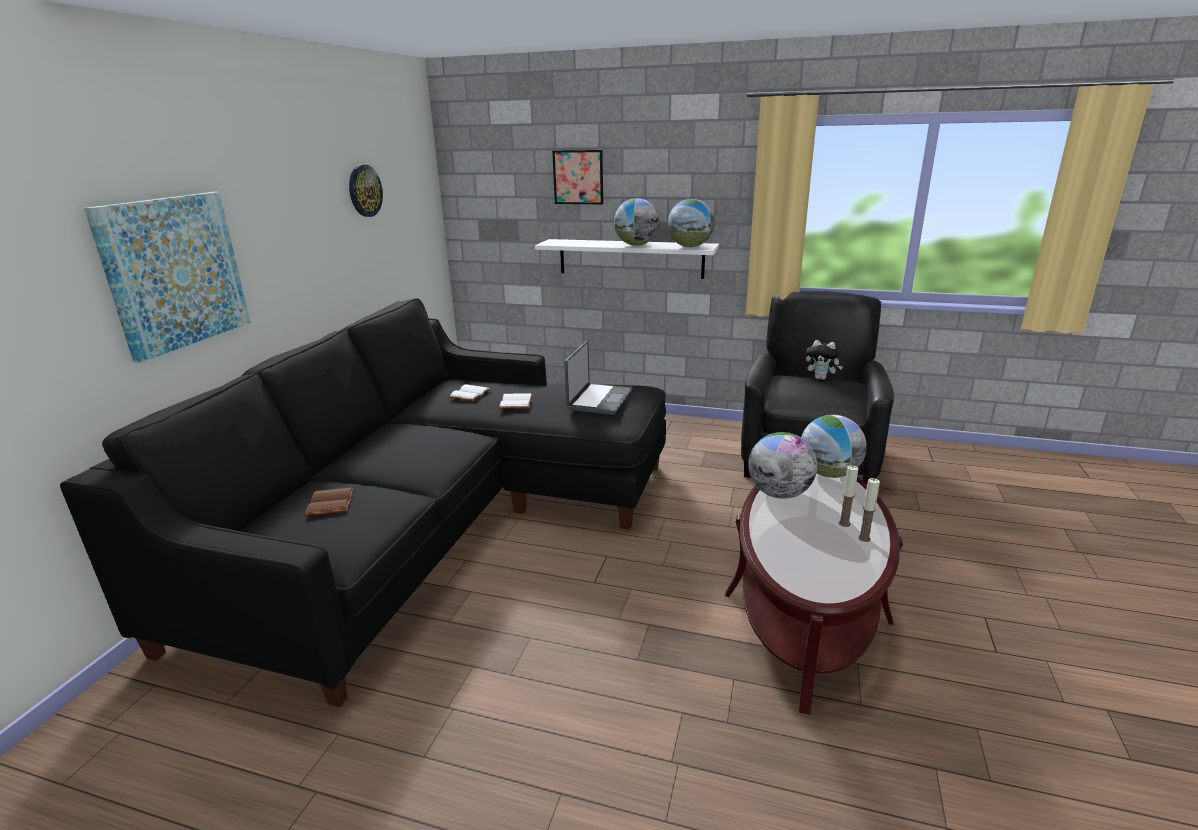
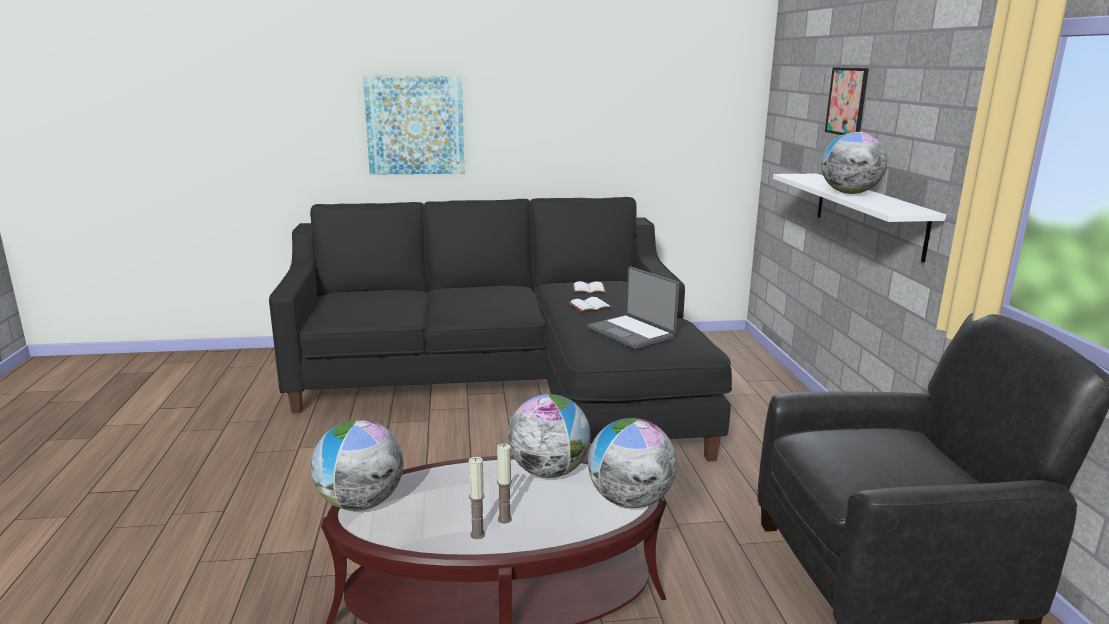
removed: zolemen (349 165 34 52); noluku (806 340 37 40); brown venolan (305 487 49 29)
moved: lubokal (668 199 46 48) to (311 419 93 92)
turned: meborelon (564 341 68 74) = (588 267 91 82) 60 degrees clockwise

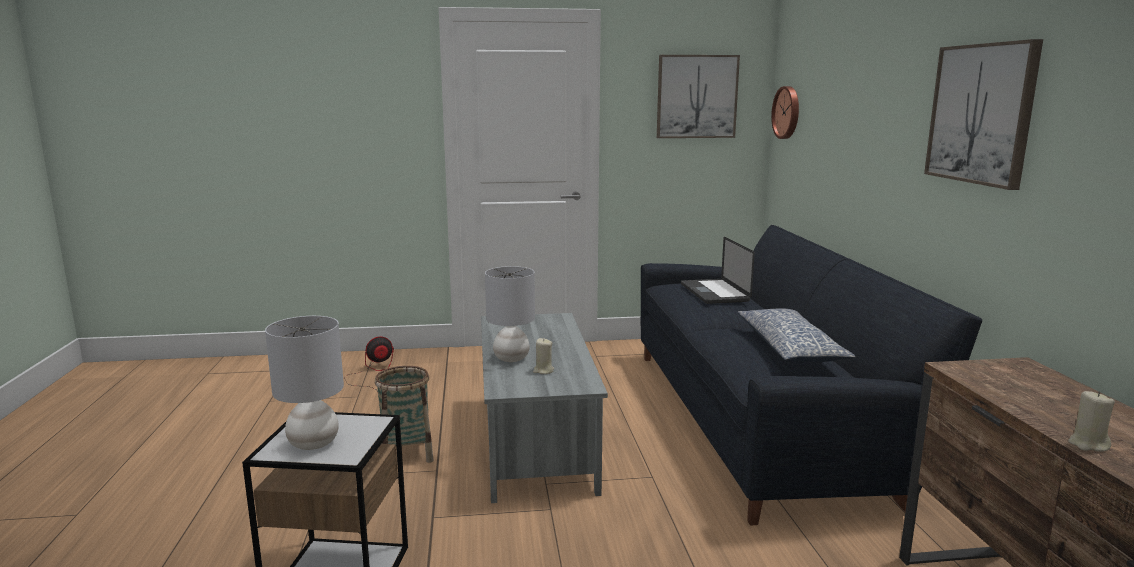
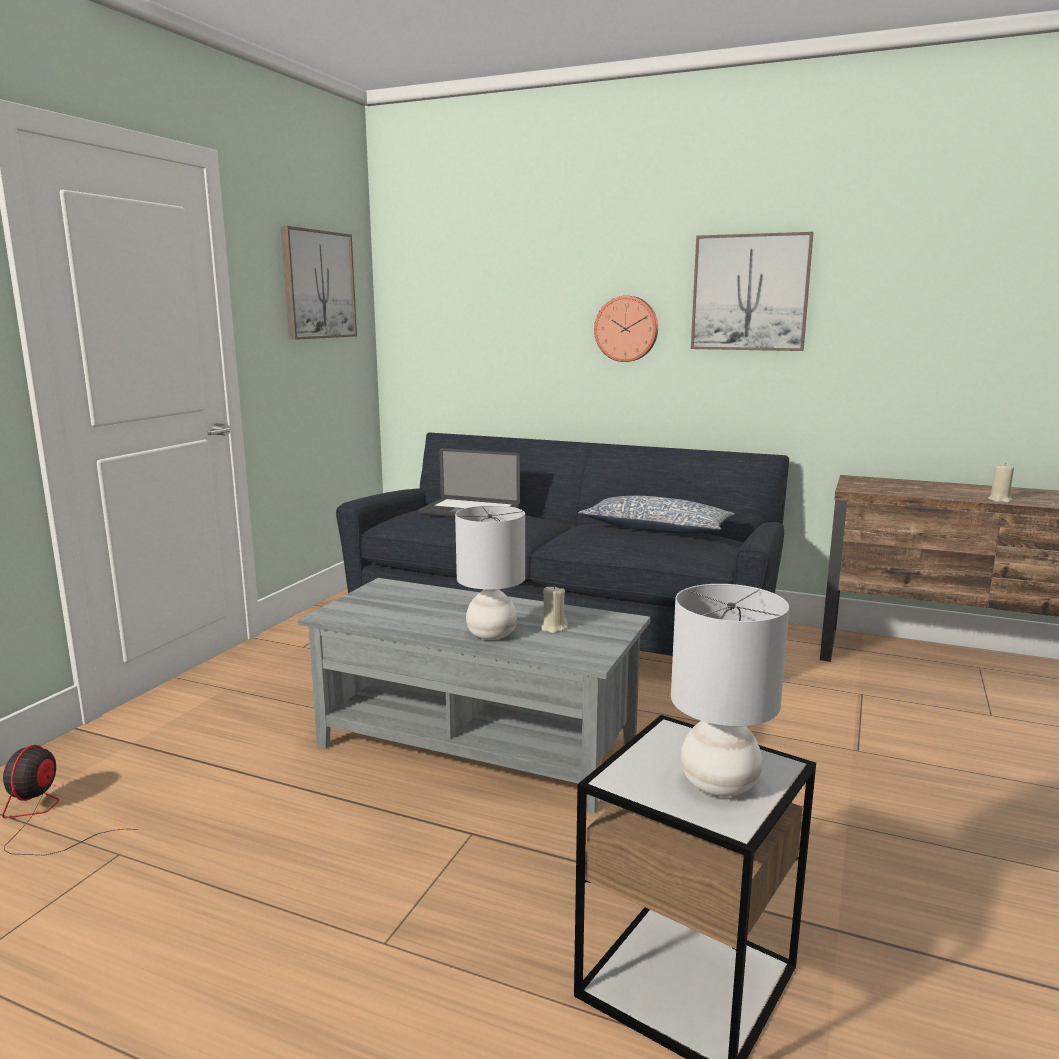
removed: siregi (375 366 59 97)
moved: zolemen (771 86 28 53) to (594 296 64 66)

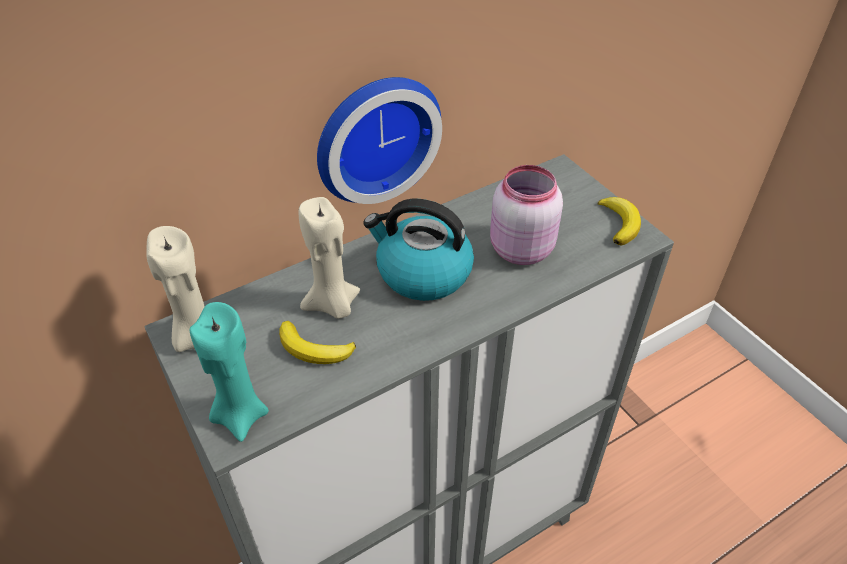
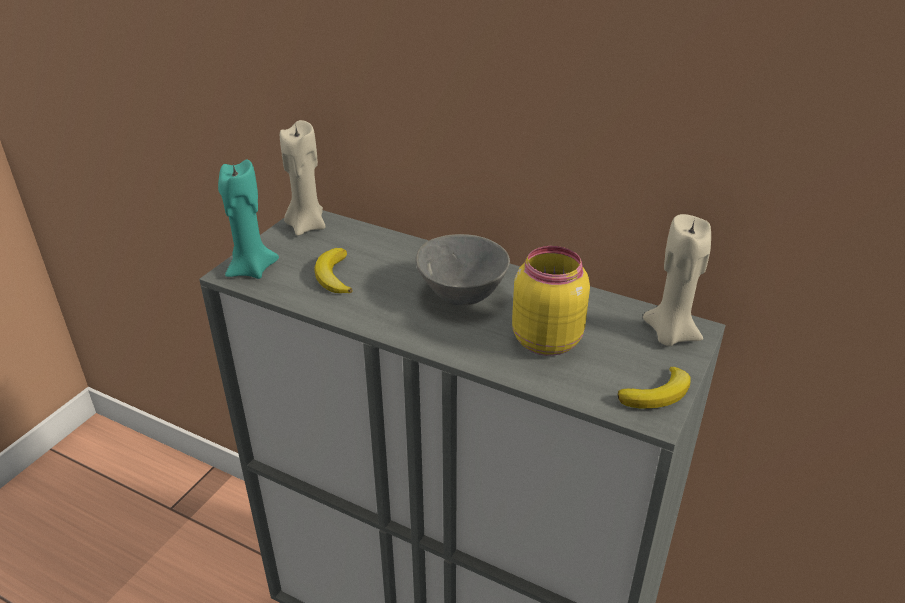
removed: zolemen (317 77 125 127)
moved: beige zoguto (299 197 61 122) to (643 214 68 132)
replaced: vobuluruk (363 199 111 102) to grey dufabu (416 234 94 72)
recoloured: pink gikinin (490 165 73 100) to yellow gikinin (512 246 78 110)

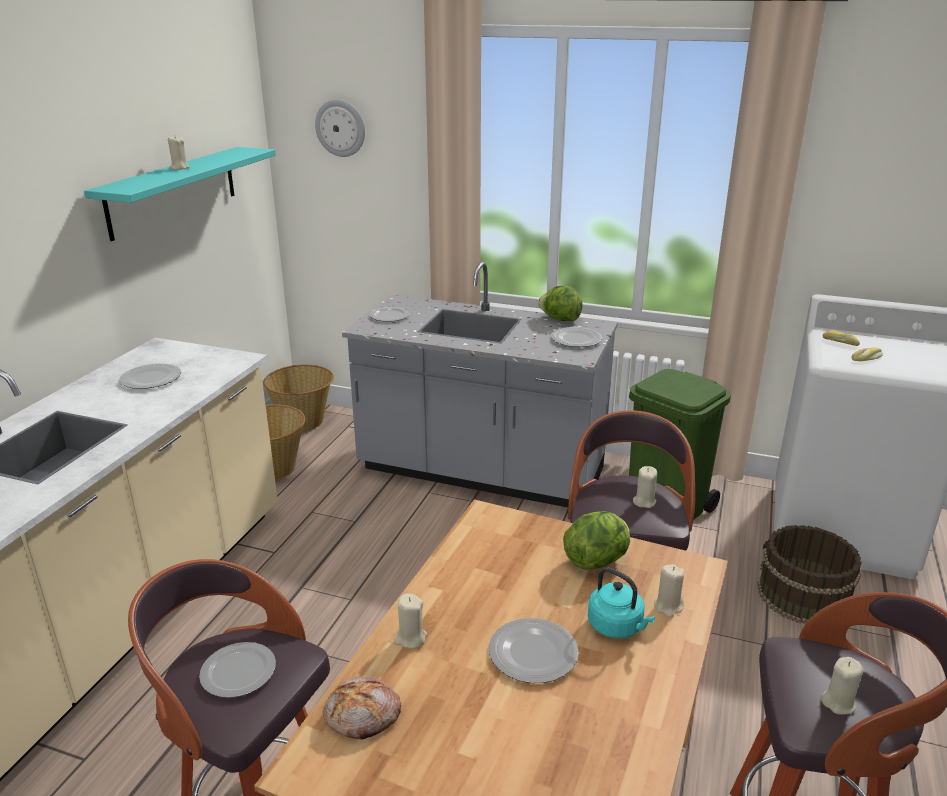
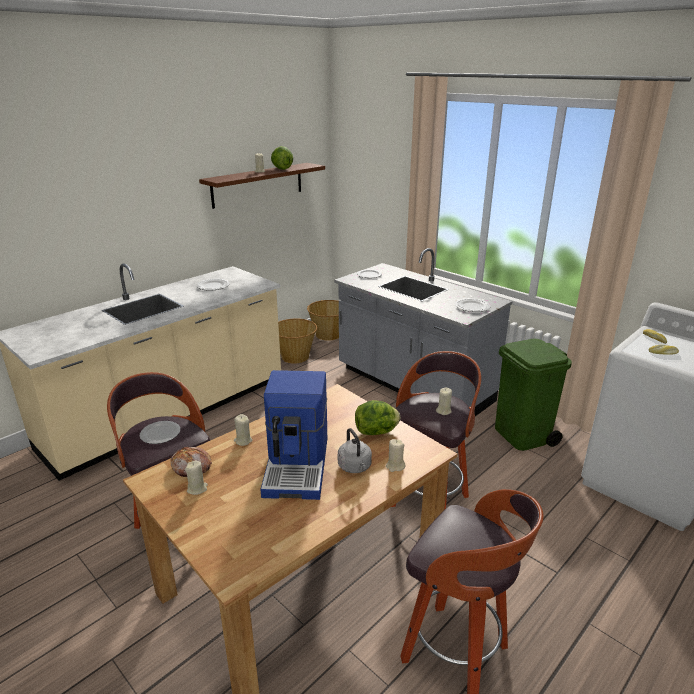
removed: zolemen (315 100 50 57); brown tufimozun (757 525 105 99)
moved: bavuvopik (538 286 45 35) to (271 146 22 24); beige zoguto (821 657 42 58) to (185 461 23 34)
replaced: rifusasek (489 618 89 65) to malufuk (260 370 67 130)
recoloured: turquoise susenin (84 147 192 94) to brown susenin (199 163 126 46); turquoise vobuluruk (588 567 67 72) to grey vobuluruk (338 428 34 45)

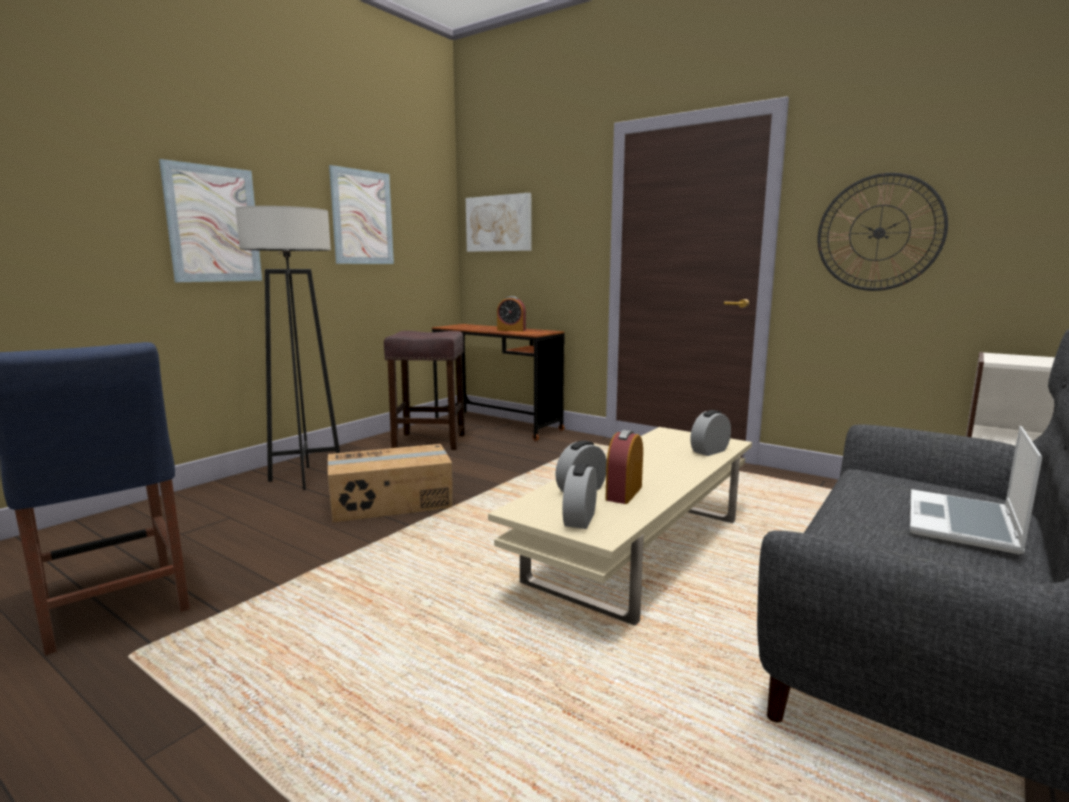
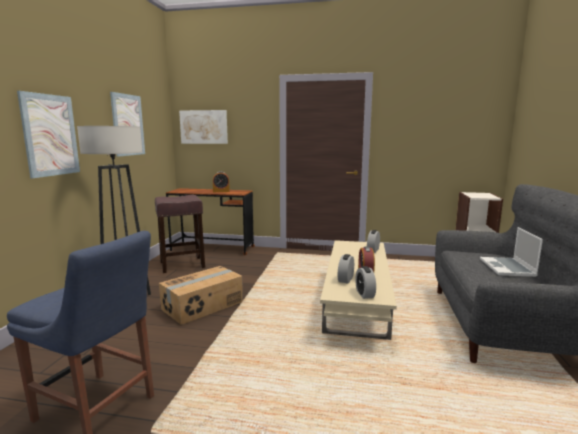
removed: zolemen (817 173 131 118)

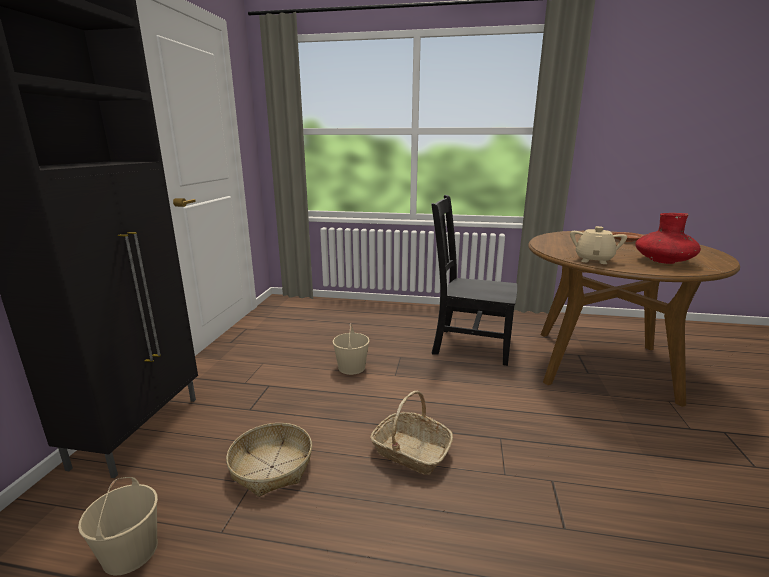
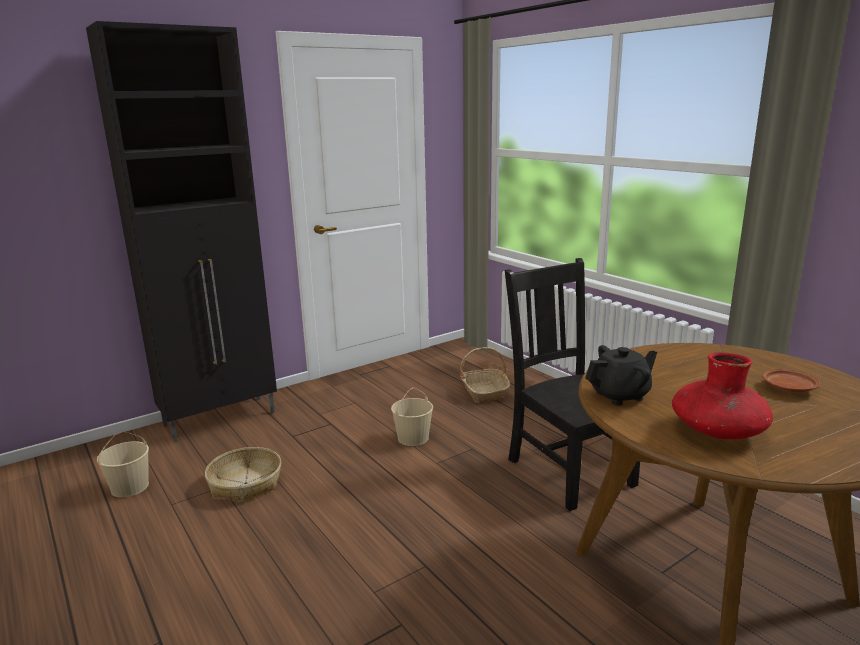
moved: siregi (371 391 82 84) to (460 347 50 56)
recoloured: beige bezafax (570 226 57 38) to black bezafax (585 345 72 60)

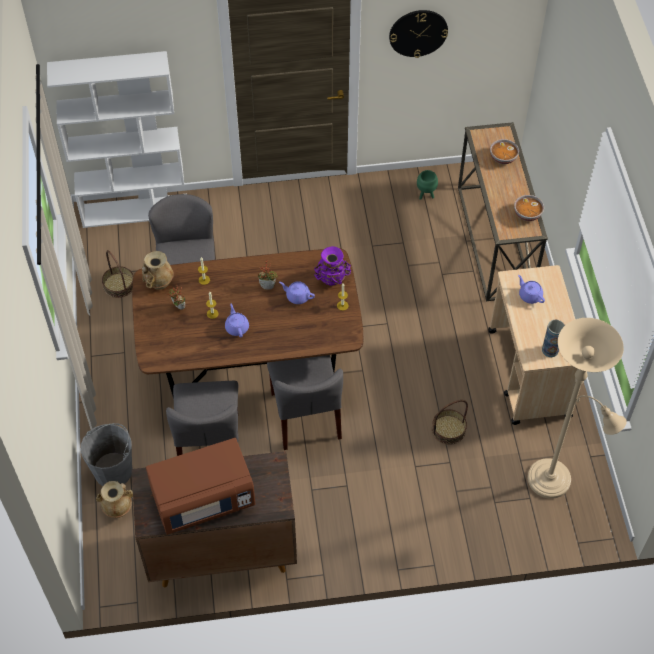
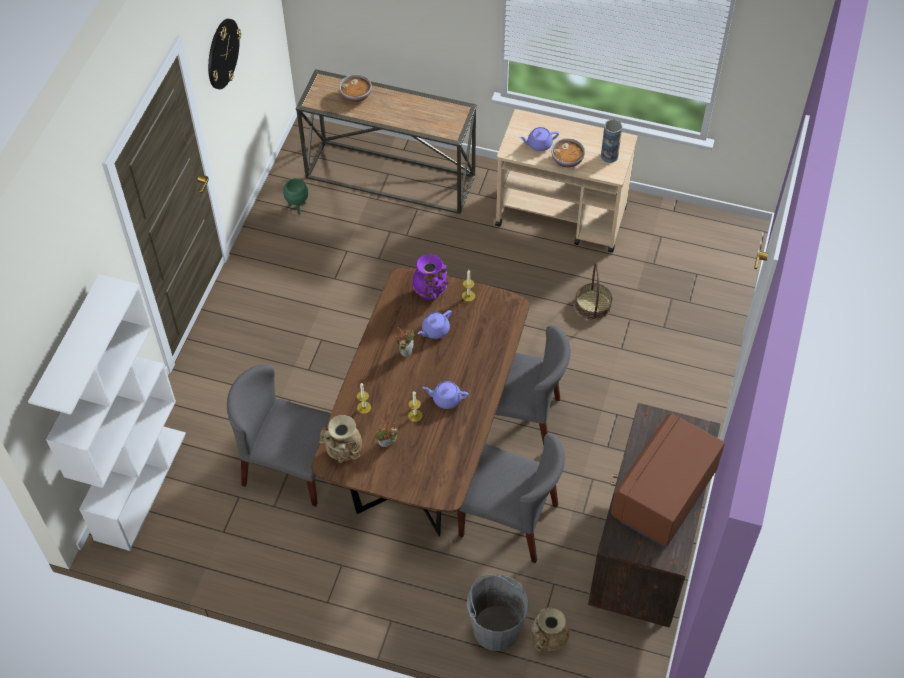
removed: siregi (102 250 32 48); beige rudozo (528 318 99 181)
moved: dufabu (514 195 30 26) to (551 138 34 30)
turned: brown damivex (146 438 110 97) = (611 414 114 134) 150 degrees counterclockwise

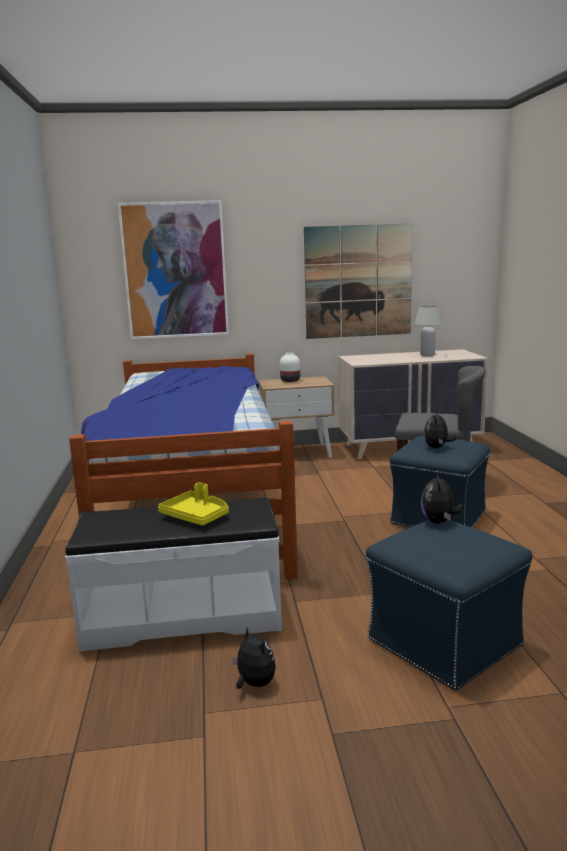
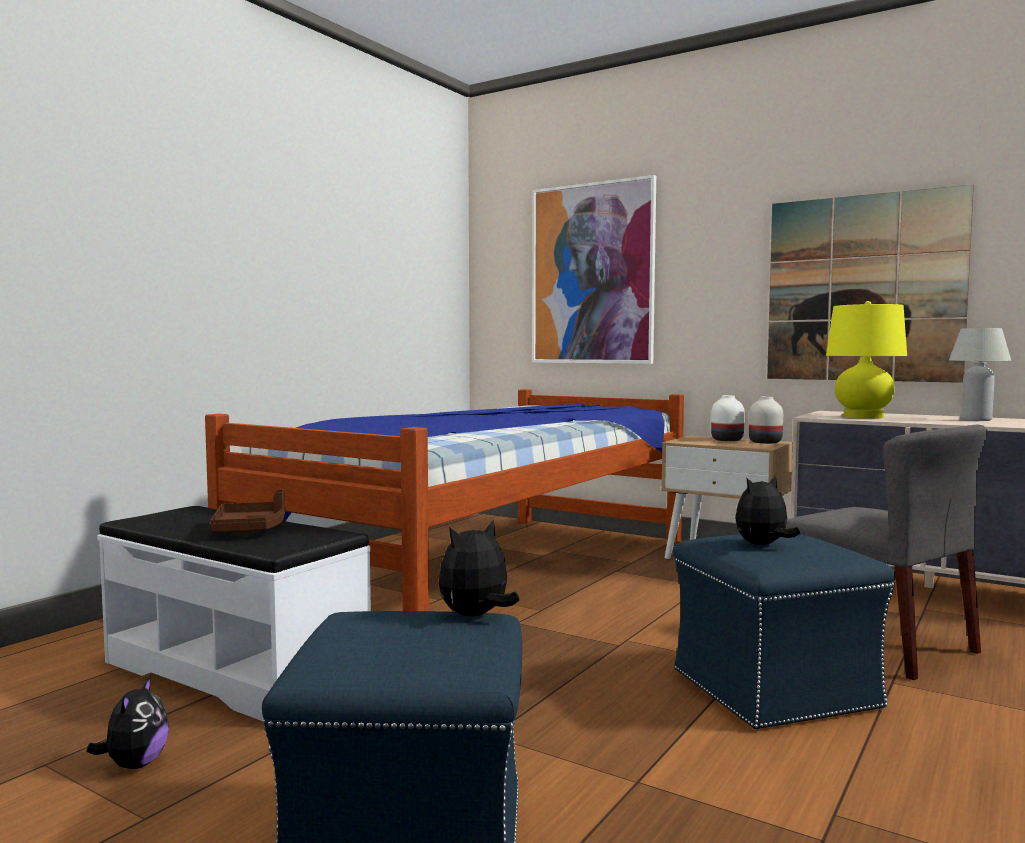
added: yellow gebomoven (826 301 81 117); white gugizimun (749 396 34 48)
recoloured: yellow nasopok (158 482 71 43) to brown nasopok (209 489 77 44)

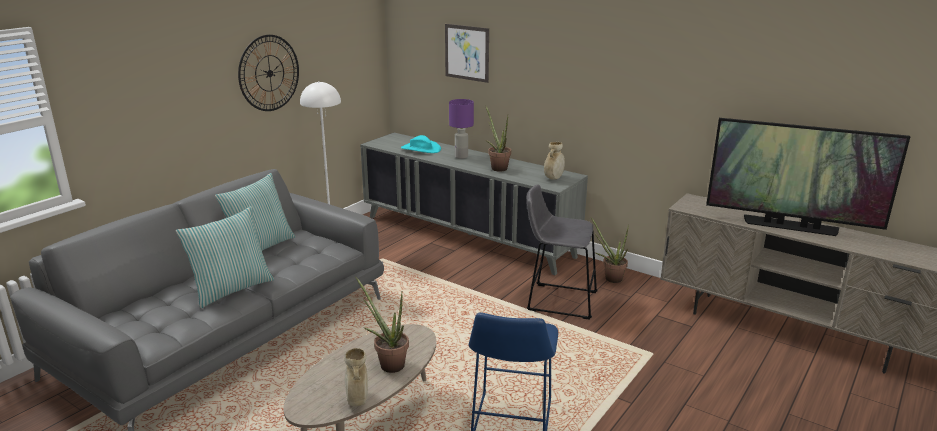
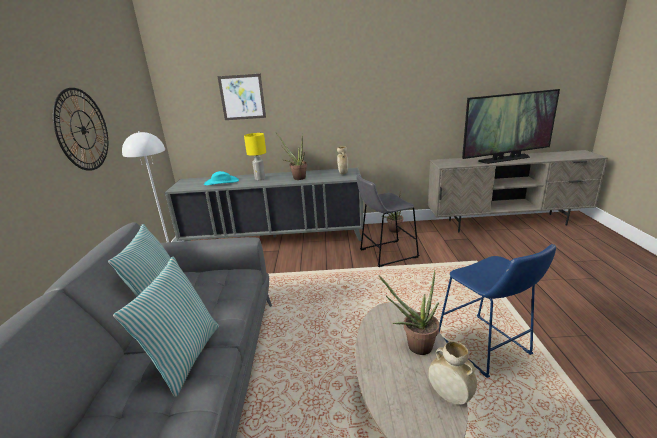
recoloured: purple gebomoven (449 99 25 60) to yellow gebomoven (244 133 22 47)

